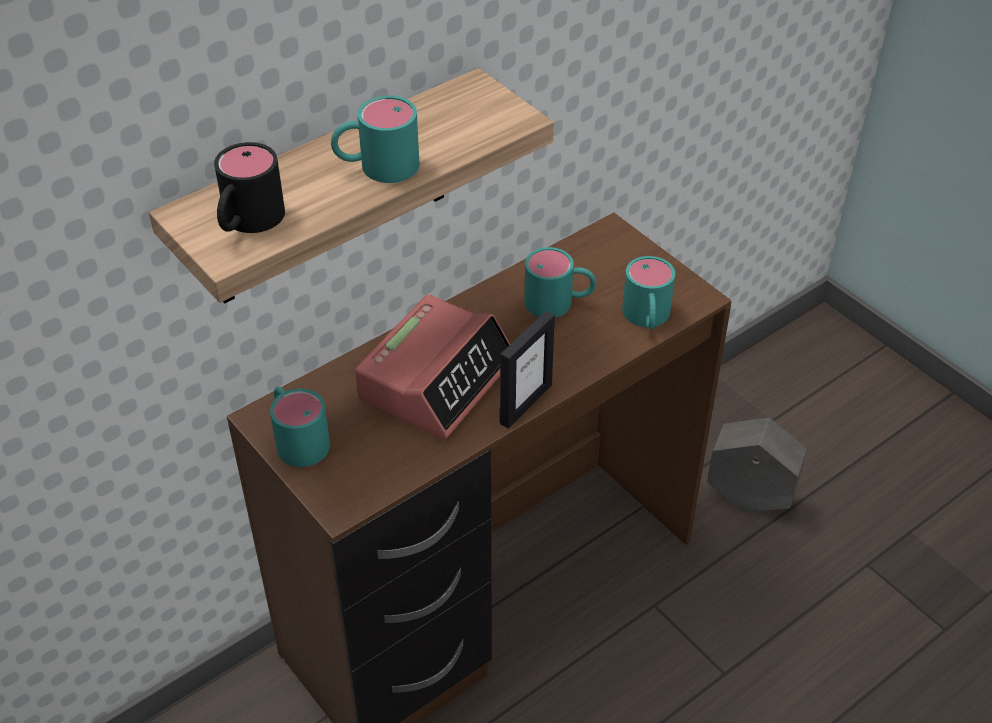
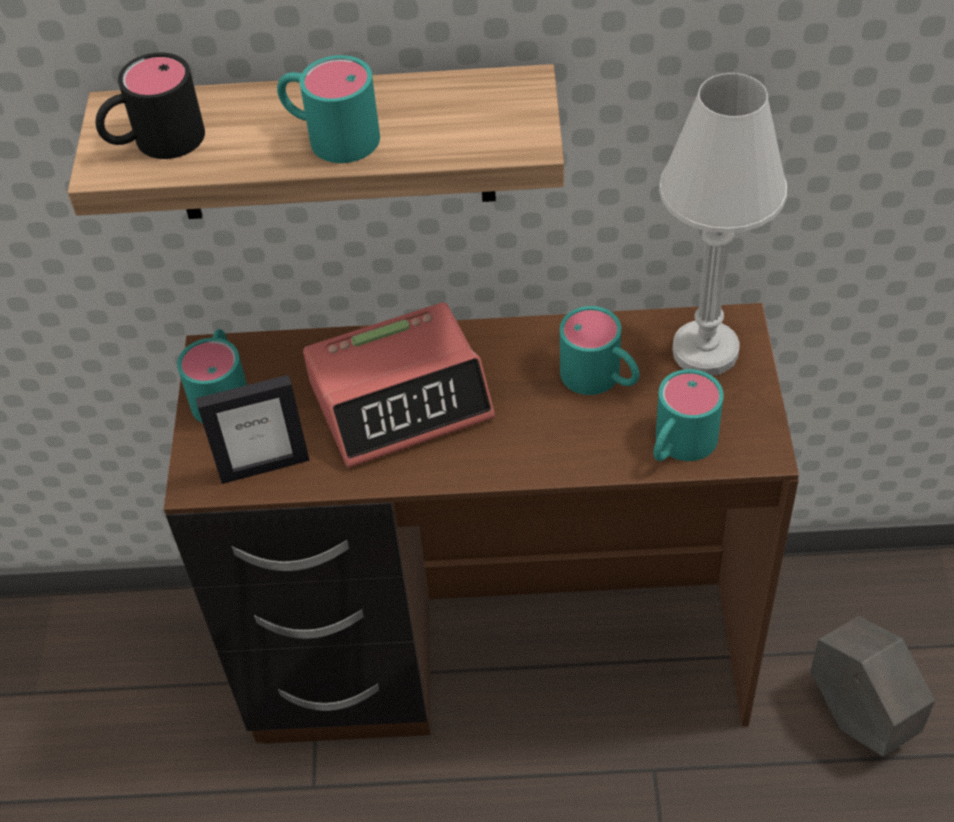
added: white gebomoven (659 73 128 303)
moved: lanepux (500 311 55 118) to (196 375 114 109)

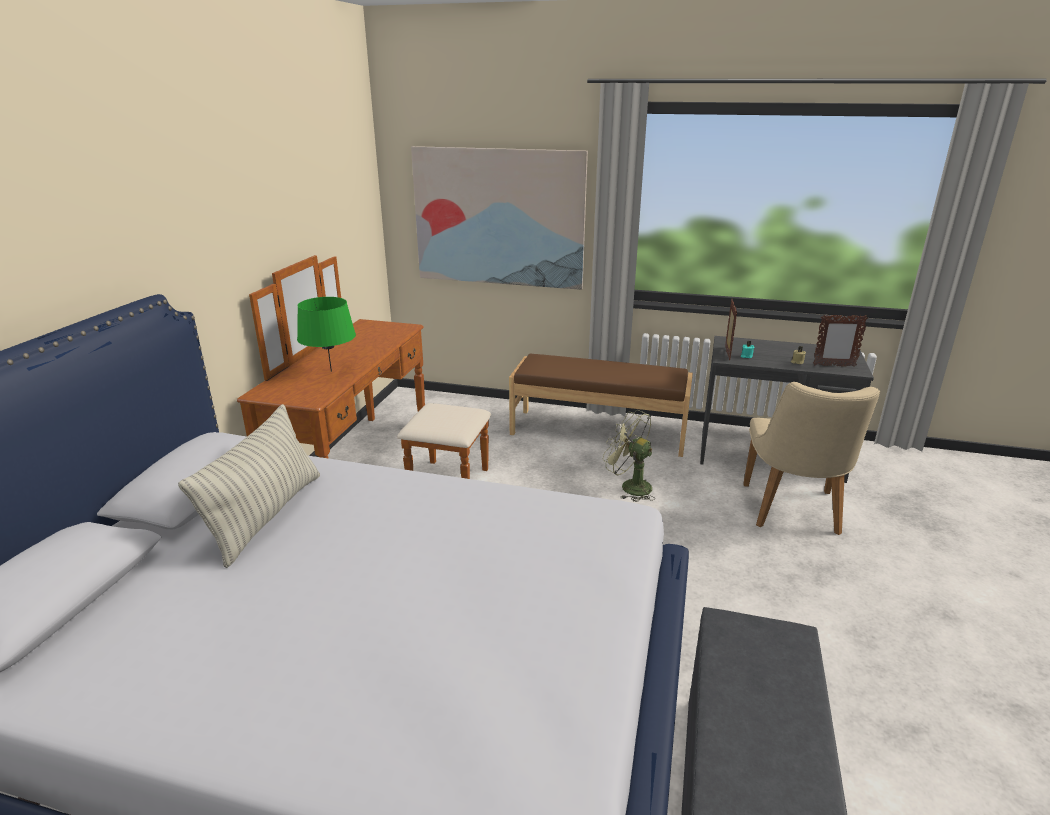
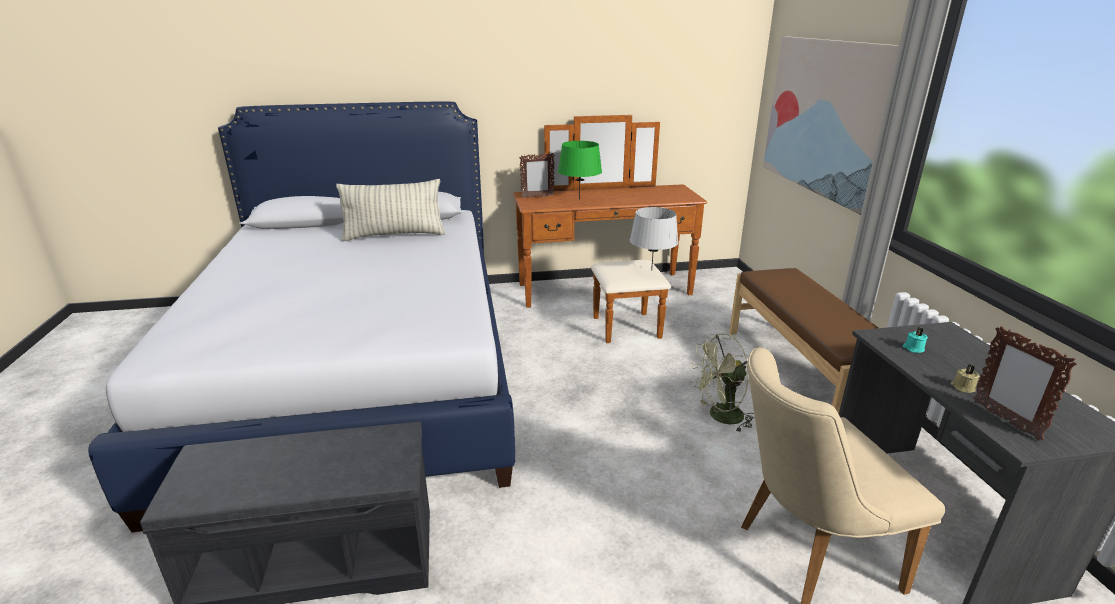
added: grey gebomoven (630 207 48 64)
moved: lanepux (725 299 12 61) to (519 153 36 45)
turned: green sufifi (603 410 52 92) = (691 333 64 100) 120 degrees counterclockwise

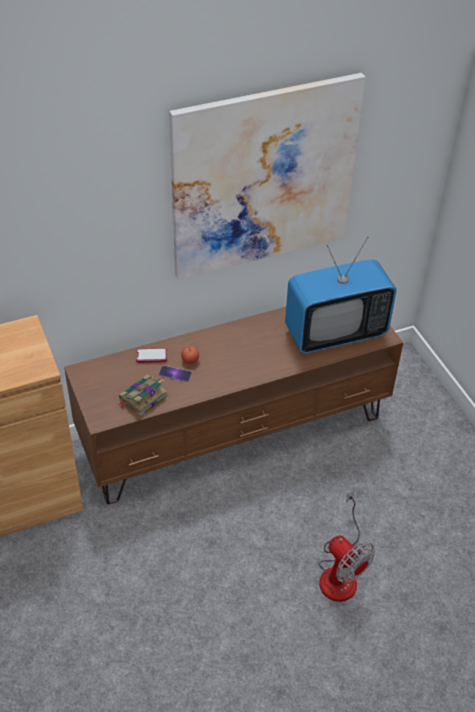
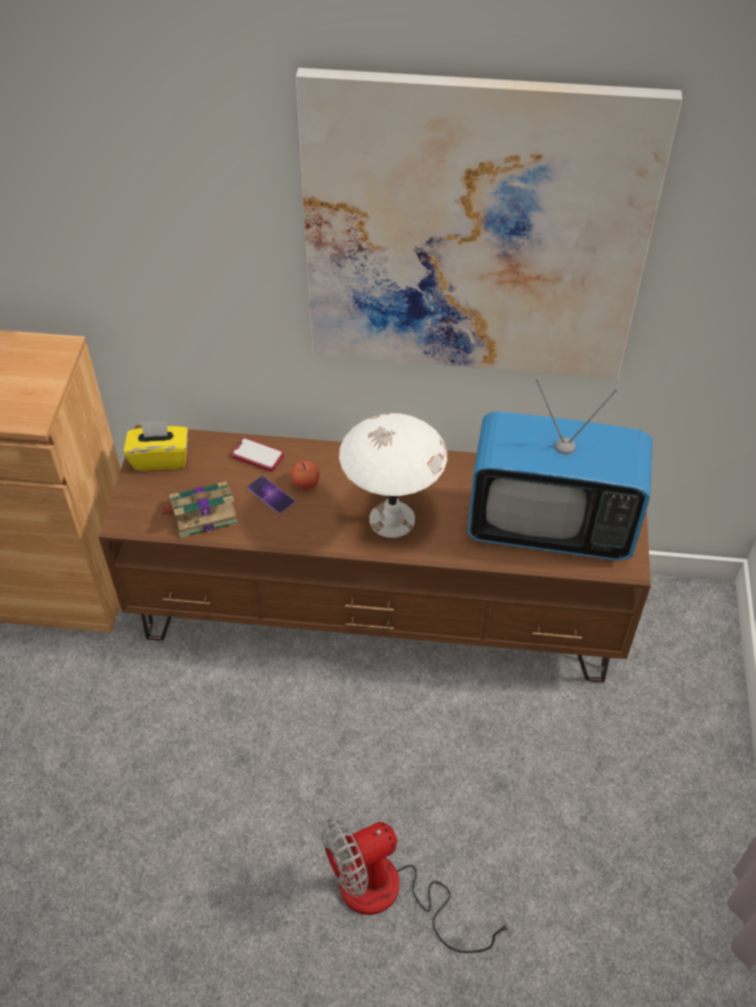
added: white gebomoven (339 413 108 125); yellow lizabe (123 421 65 50)
turned: sufifi (319 490 56 112) = (322 818 190 135) 75 degrees clockwise

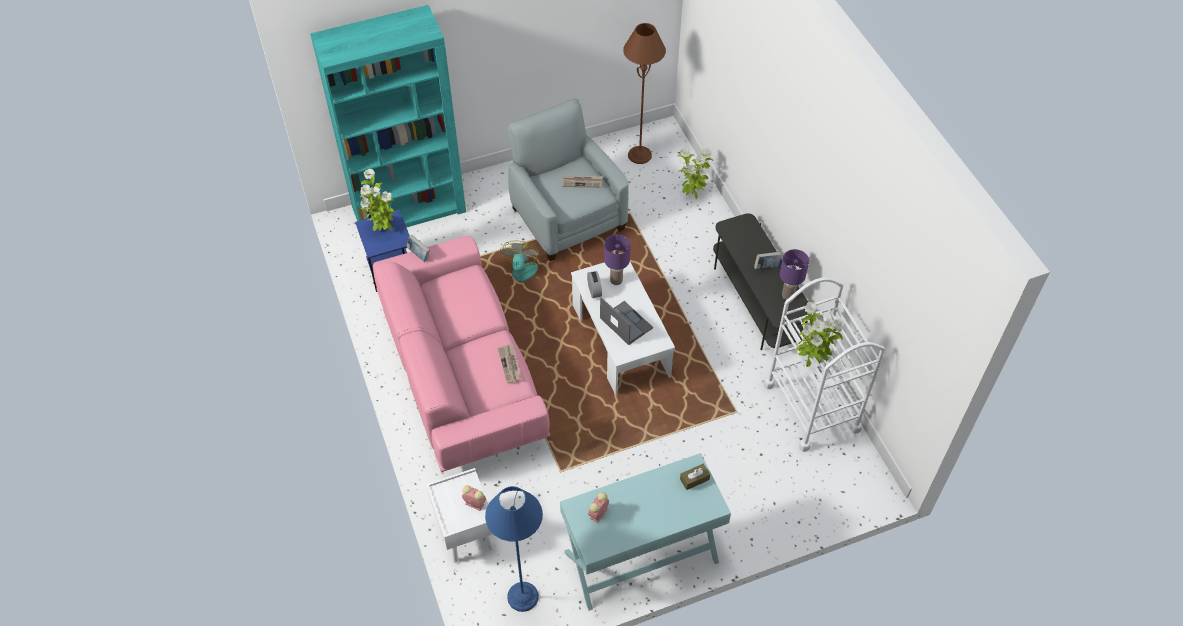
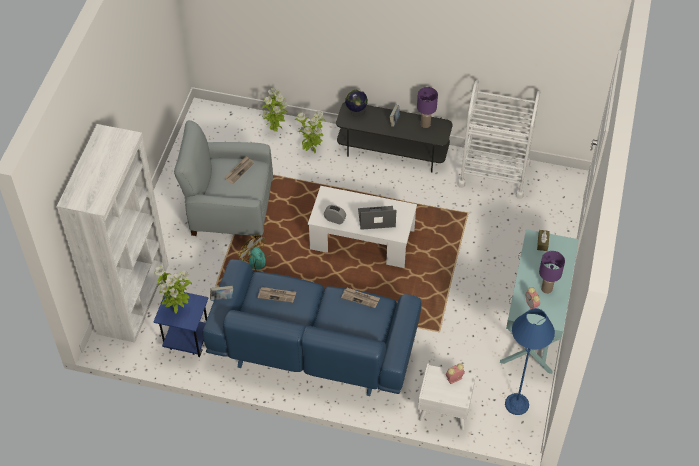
removed: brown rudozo (623 23 43 141)
added: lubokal (345 89 23 28); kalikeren (258 287 38 16)
moved: purple gebomoven (604 234 27 51) to (539 251 26 43); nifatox (796 302 49 65) to (295 111 30 42)
recoloured: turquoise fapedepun (310 5 156 223) to white fapedepun (57 124 112 219); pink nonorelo (373 236 177 236) to blue nonorelo (203 259 218 137)

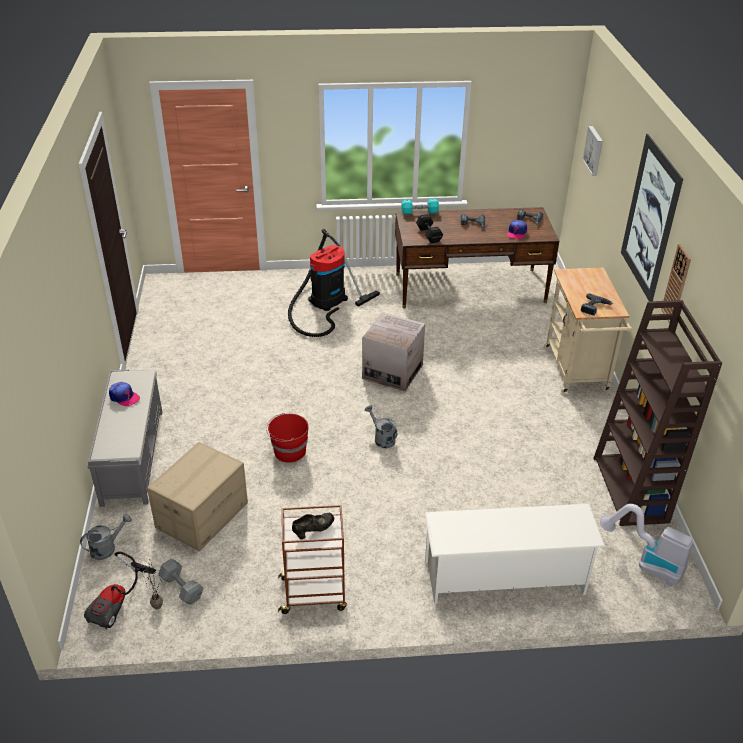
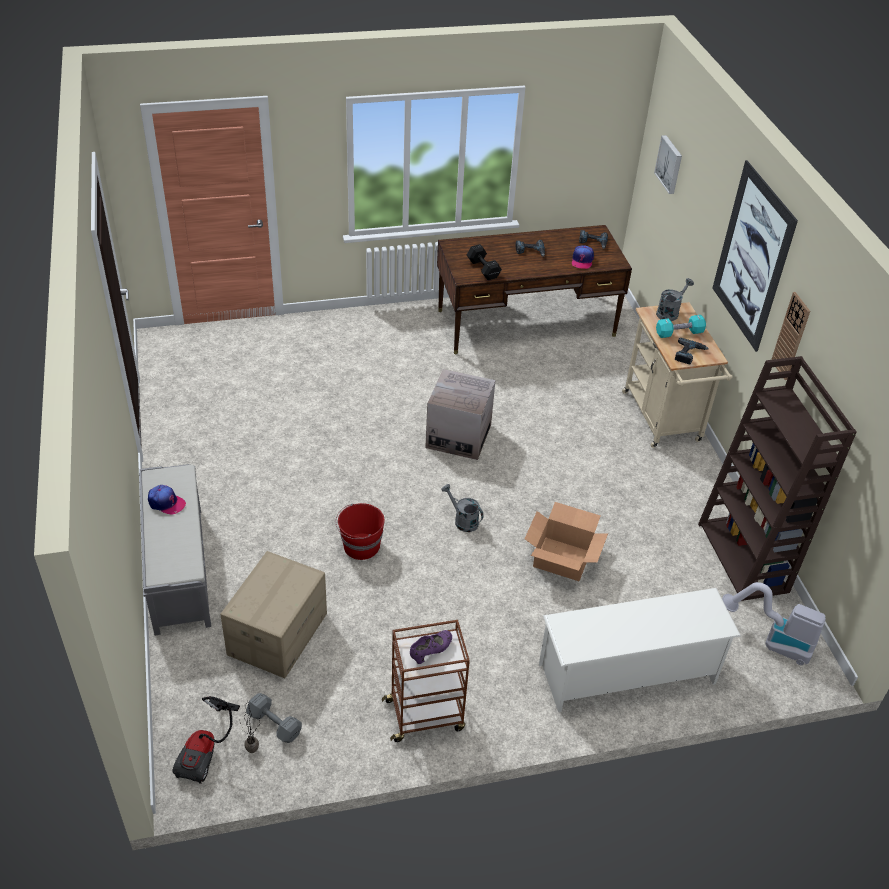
removed: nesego (288 229 92 108)
added: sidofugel (525 502 83 79)
moved: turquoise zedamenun (401 199 38 16) to (656 315 50 23); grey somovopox (80 514 52 46) to (656 278 38 43)
recoloured: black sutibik (292 513 42 26) to purple sutibik (410 630 42 34)

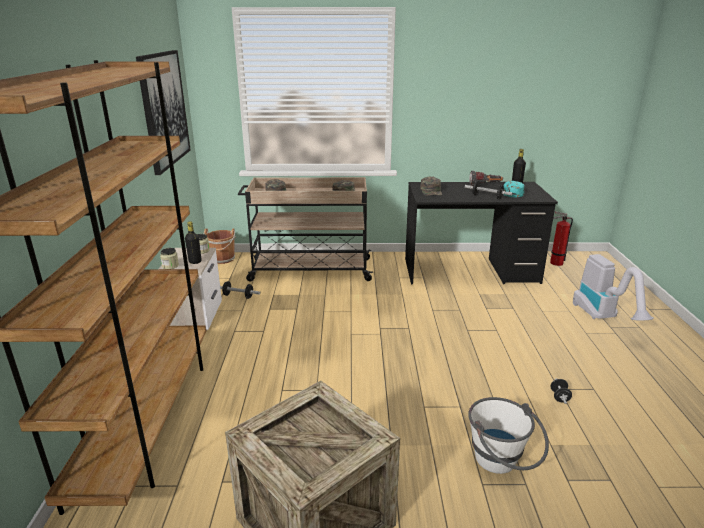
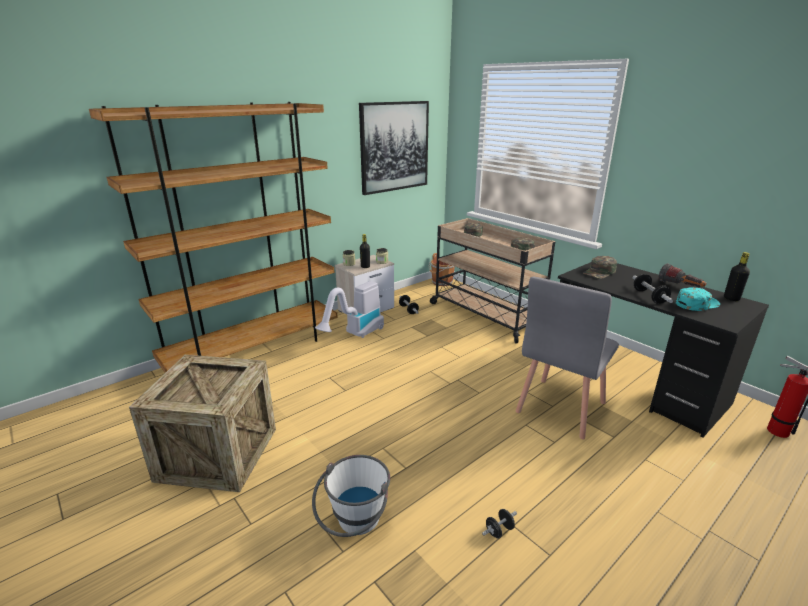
added: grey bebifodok (516 277 103 162)
moved: nesego (573 254 81 66) to (315 281 69 57)

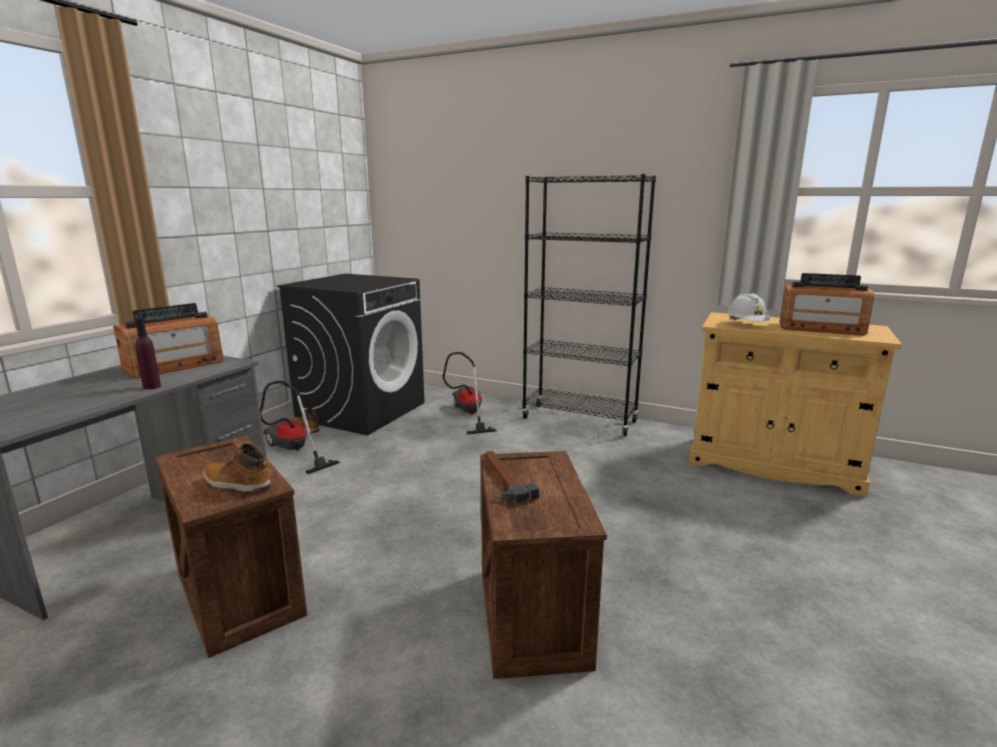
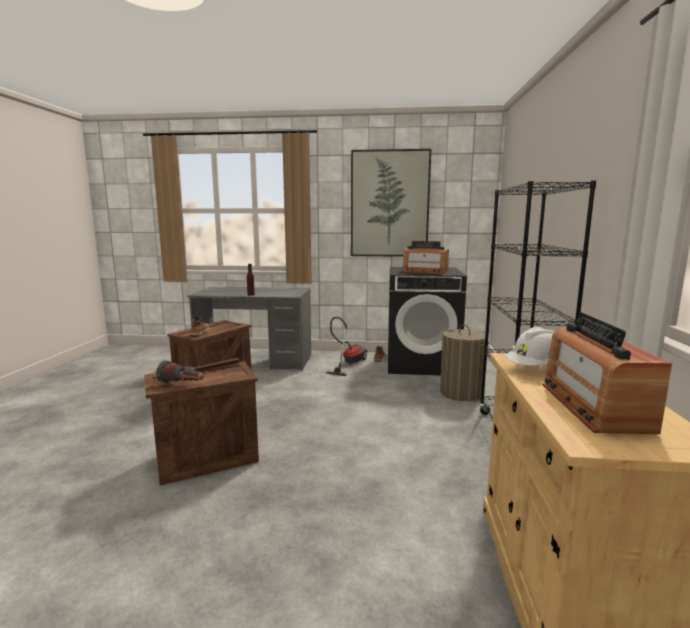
added: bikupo (351 149 80 108); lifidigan (156 360 48 23)
moved: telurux (113 303 111 76) to (403 241 46 33)
replaced: nesego (443 352 53 82) to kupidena (440 324 49 77)

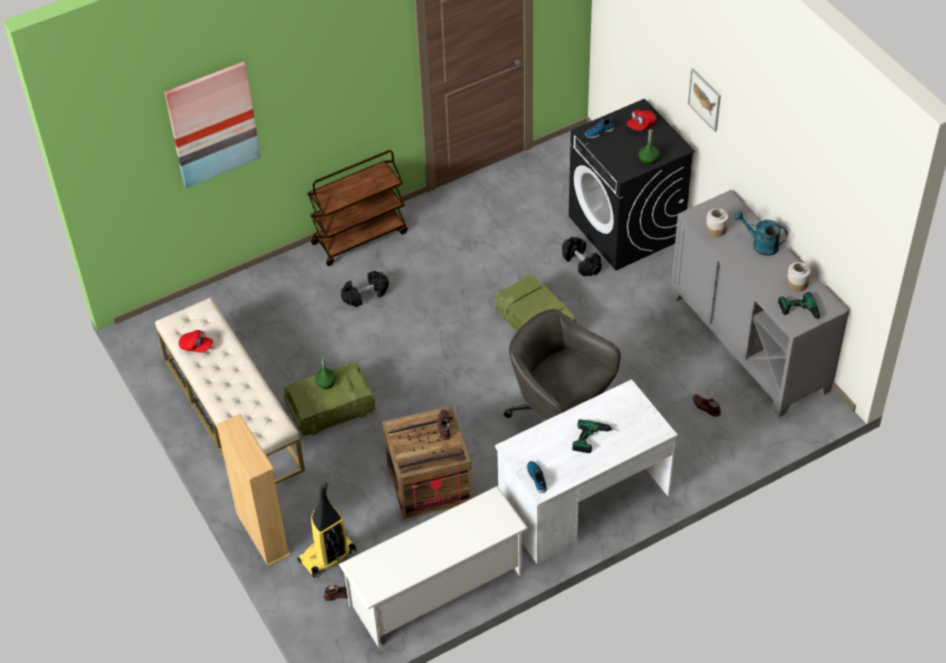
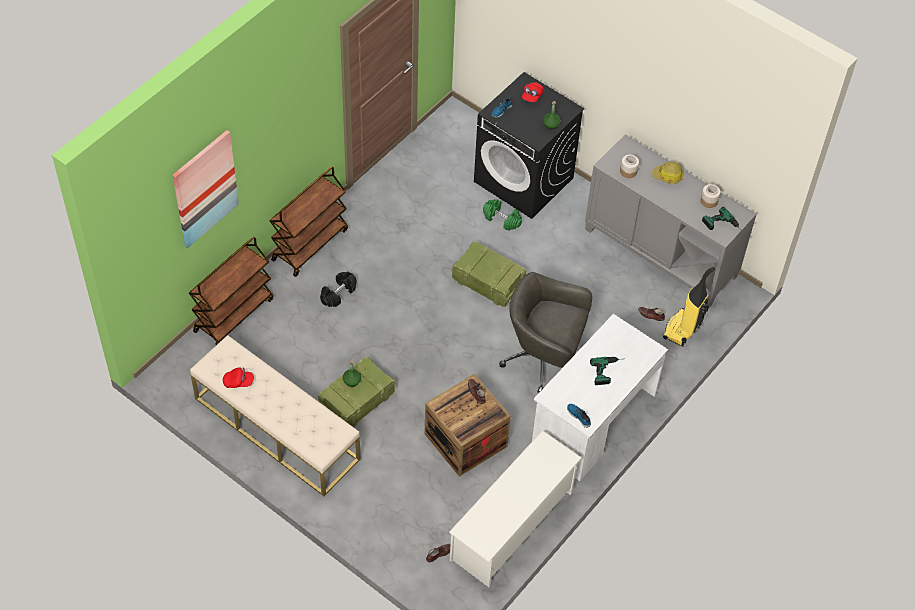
removed: bikupo (688 68 33 64); beige fapedepun (216 414 75 152)
added: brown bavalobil (189 237 85 109)
moved: nesego (297 482 59 96) to (663 267 52 80)
replaced: turquoise somovopox (734 211 54 45) to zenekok (652 162 32 22)
recoloured: black zedamenun (562 237 40 40) to green zedamenun (483 199 39 32)

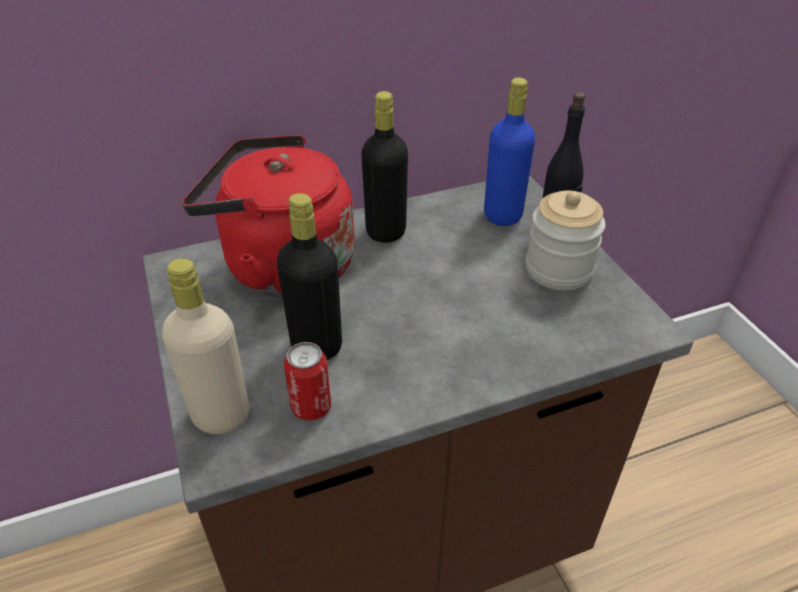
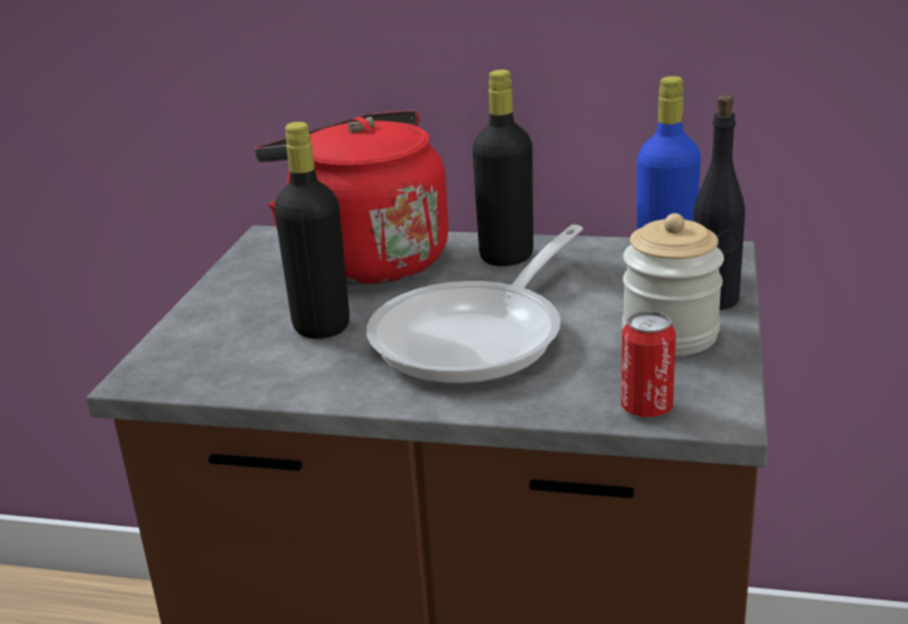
removed: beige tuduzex (162 258 87 176)
added: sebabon (367 225 216 159)
moved: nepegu (284 342 47 79) to (621 311 55 106)

